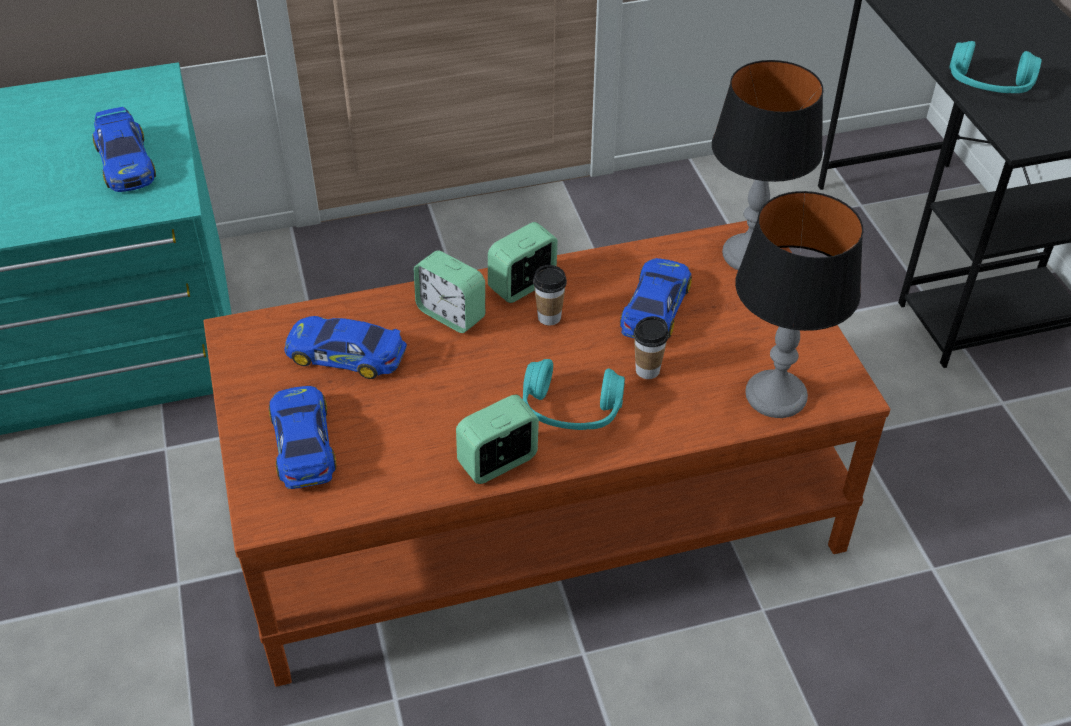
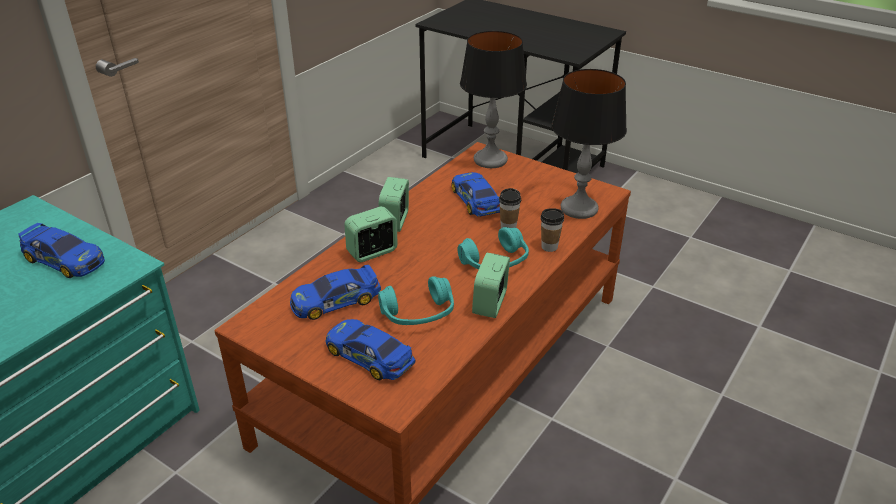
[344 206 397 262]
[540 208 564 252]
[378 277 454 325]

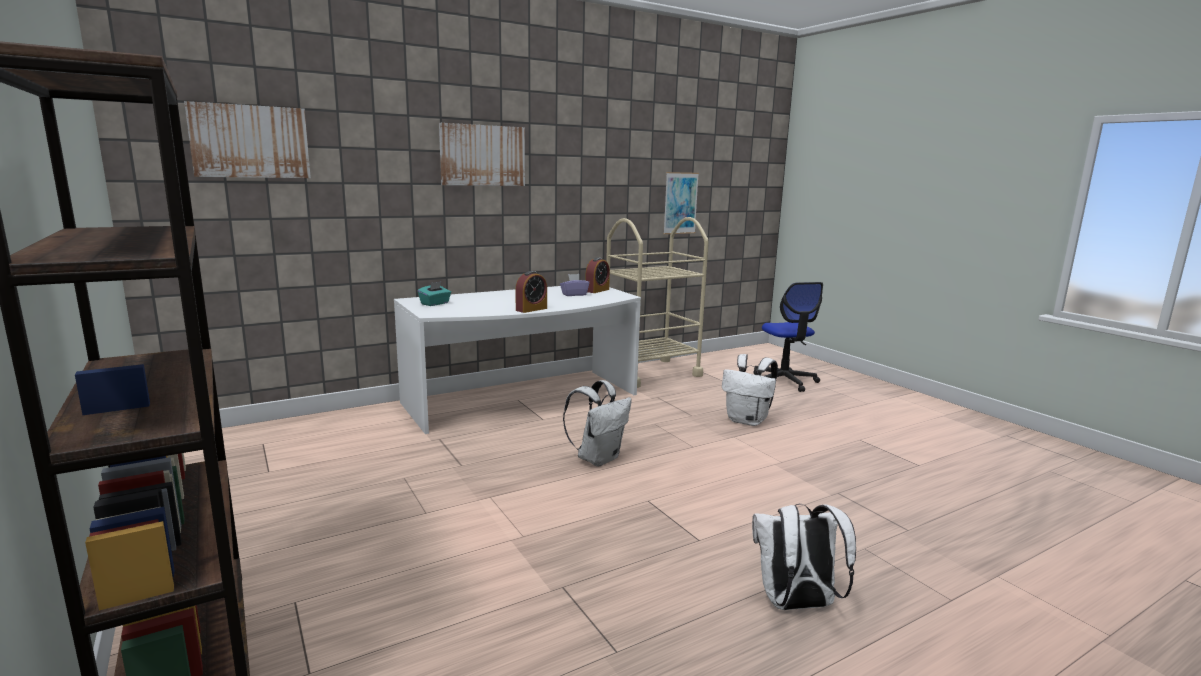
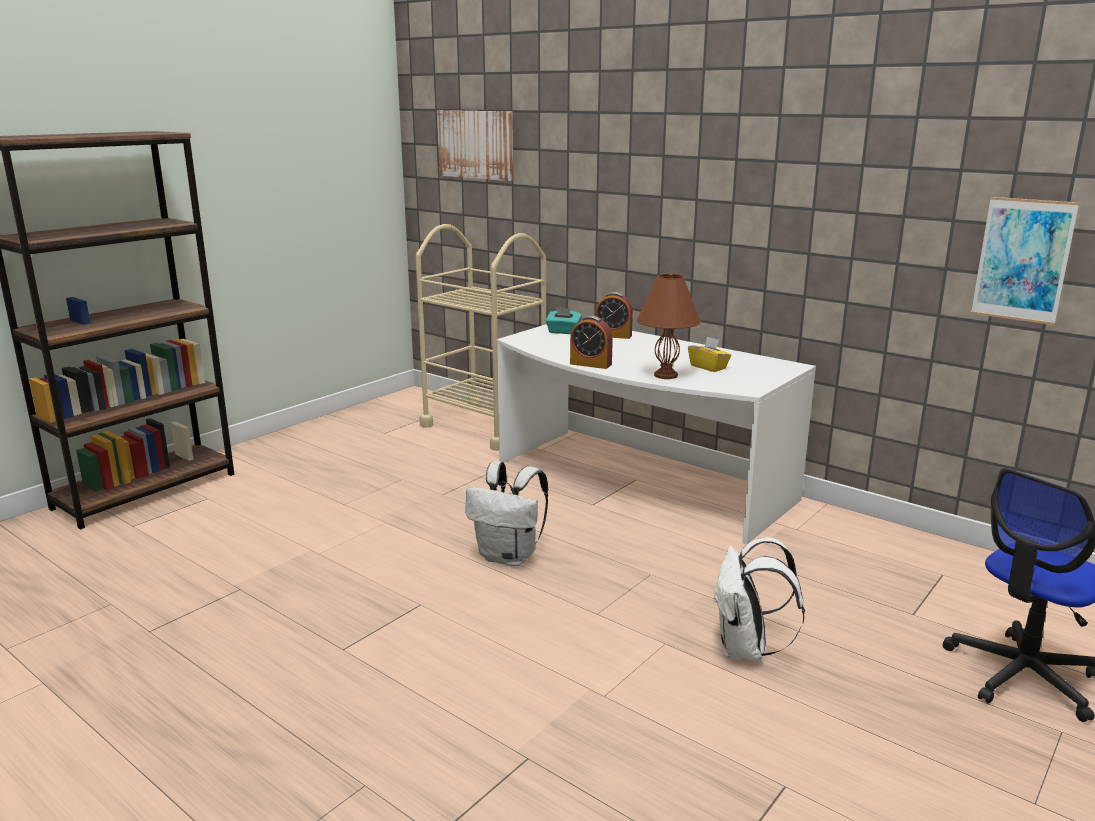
[439 123 525 186] (first image)
[688 336 731 372]
[595 292 633 339]
[415 224 546 451]
[752 504 856 610] (first image)
[637 274 701 379]

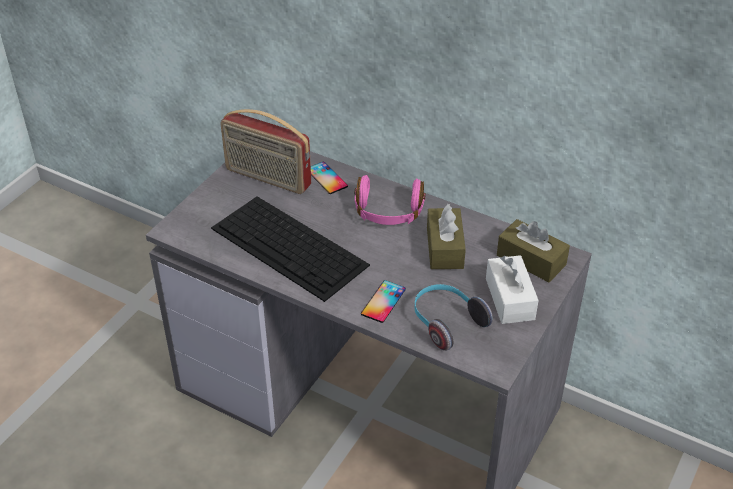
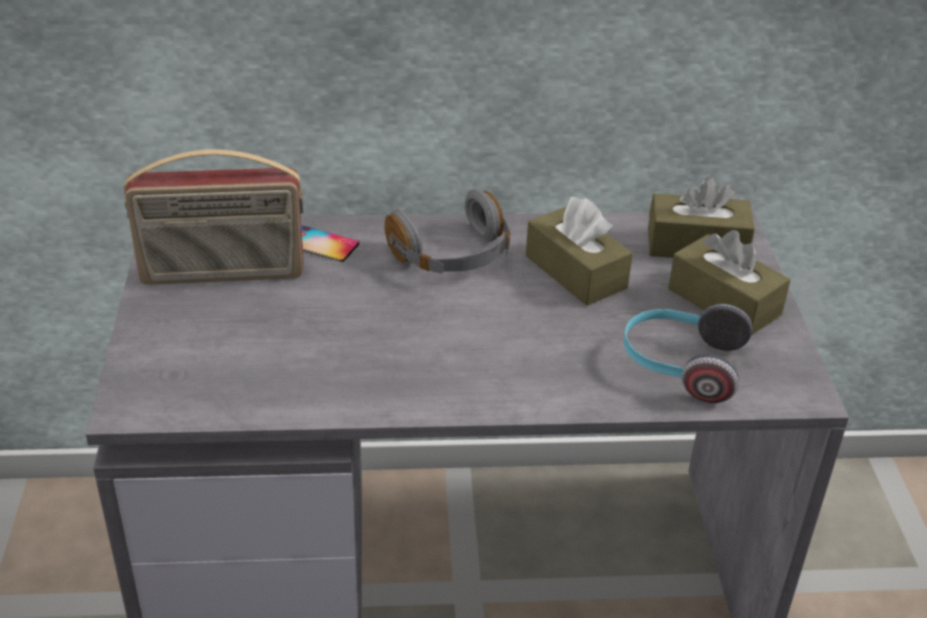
[211 196 370 302] (first image)
[385 189 510 274]
[361 280 406 323] (first image)
[668 230 790 336]

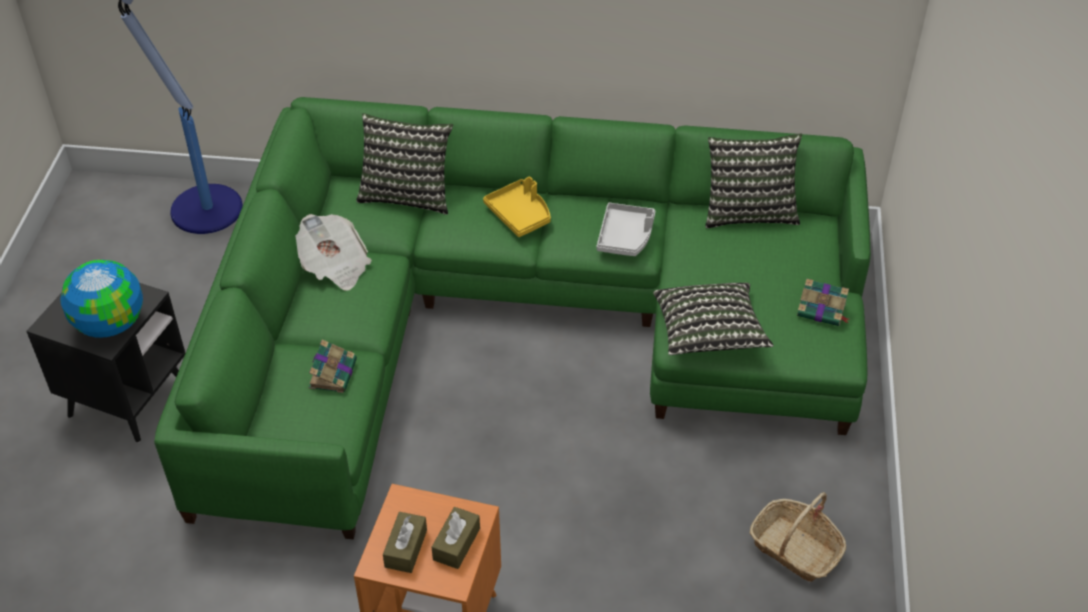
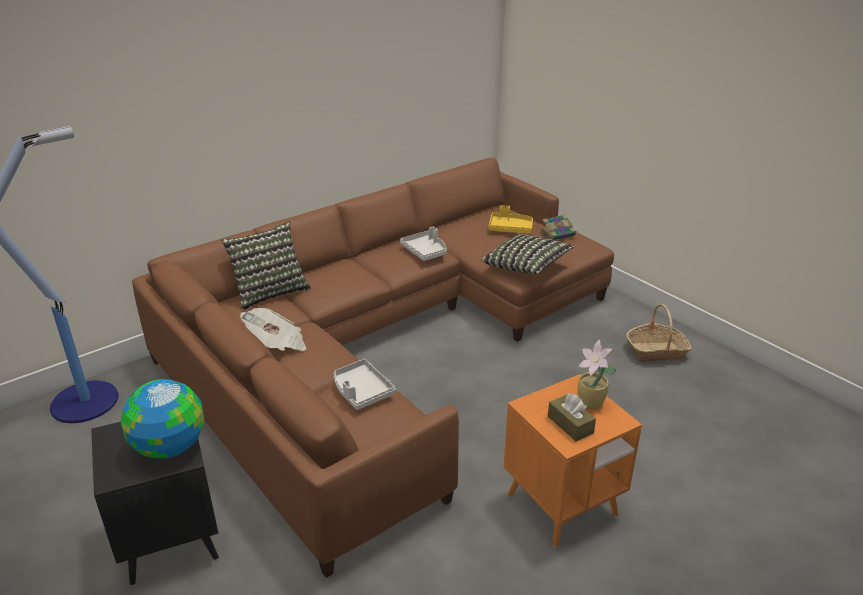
[132 158 614 578]
[334 359 396 410]
[577 340 617 409]
[488 205 533 234]
[705 133 802 228] (first image)

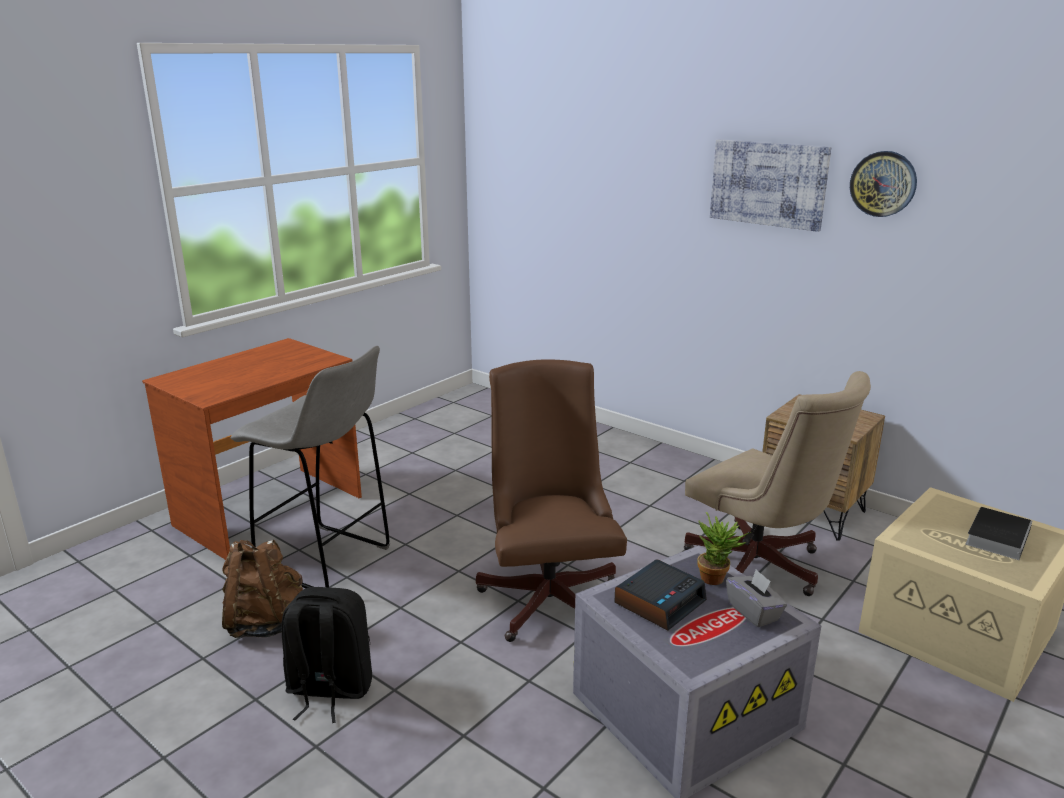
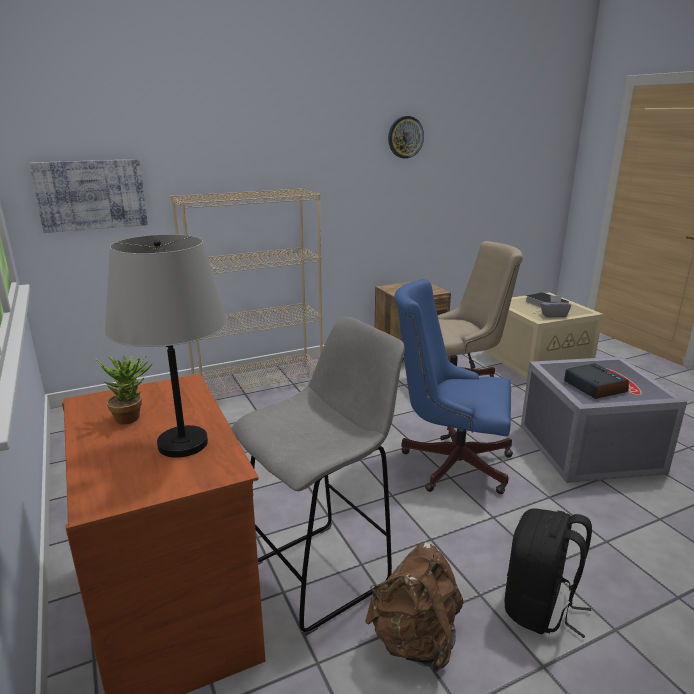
[395 279 513 494]
[94 355 153 424]
[29 159 148 233]
[540 295 571 317]
[105 234 227 458]
[171 188 323 395]

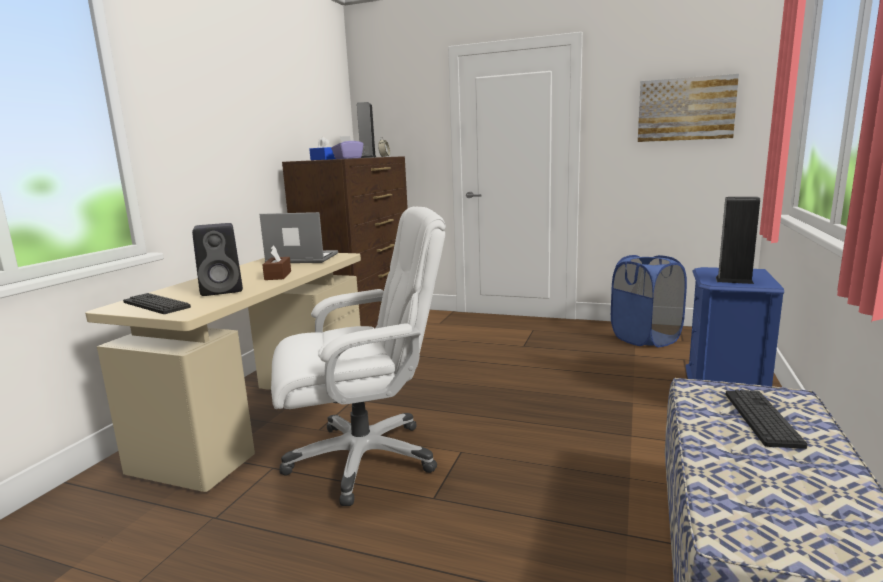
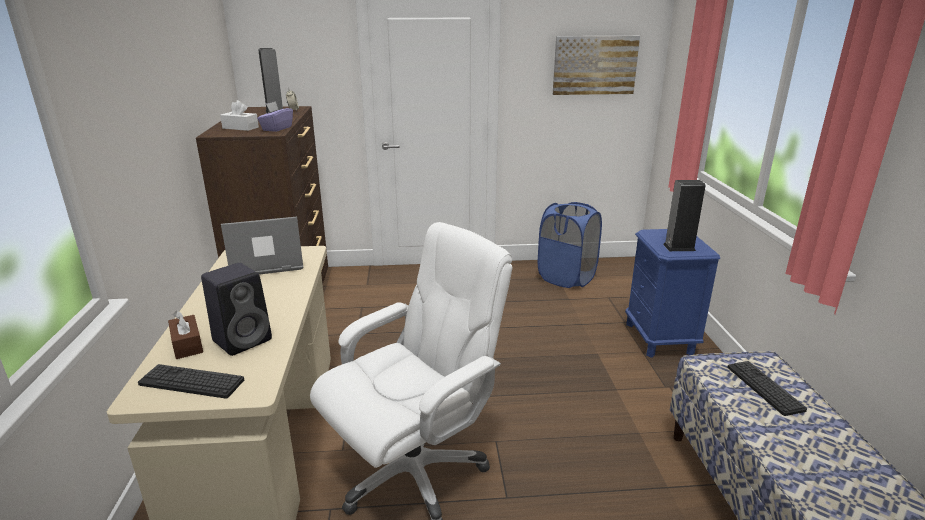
[168 310 203 359]
[220 100 259 131]

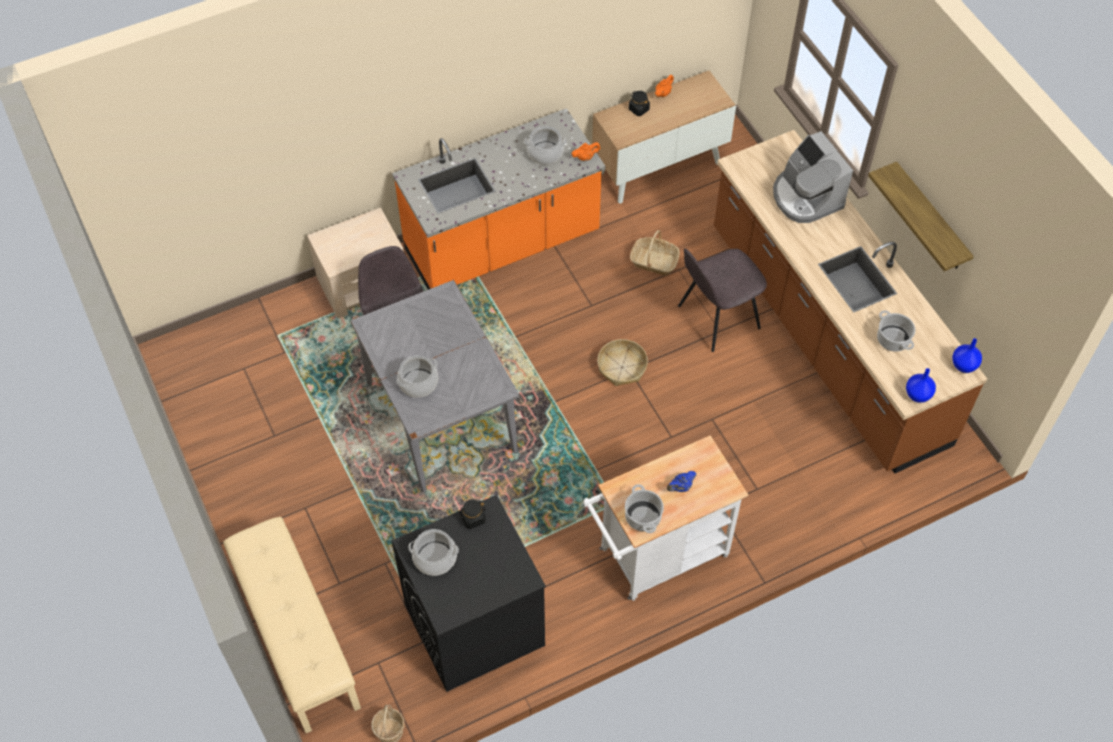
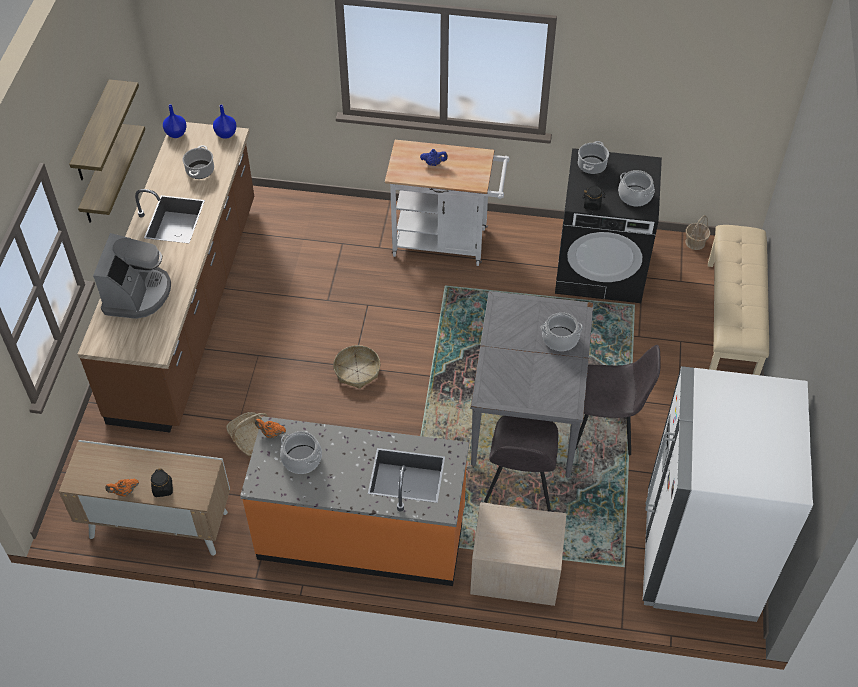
[578 141 609 174]
[575 345 661 456]
[69 80 139 180]
[643 366 813 622]

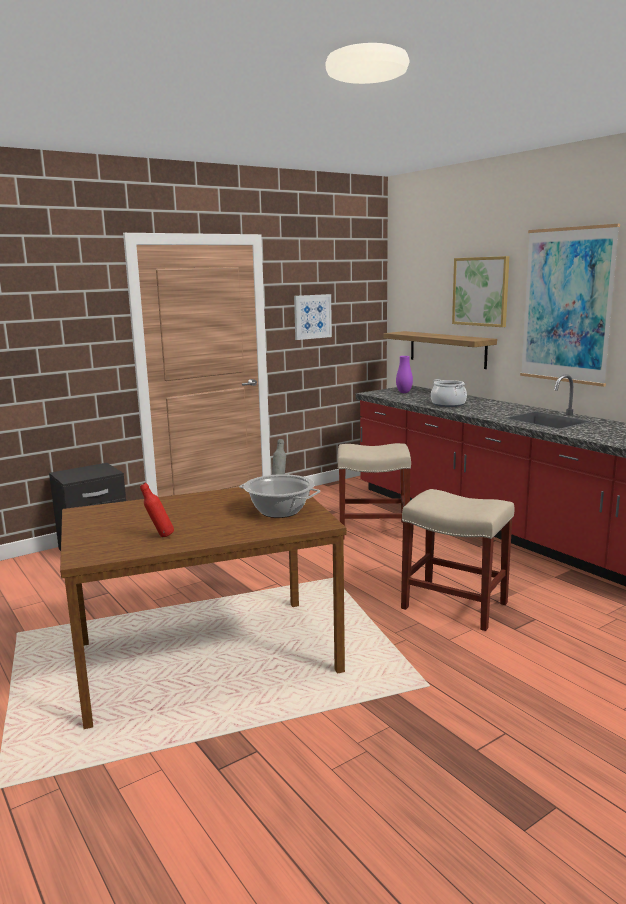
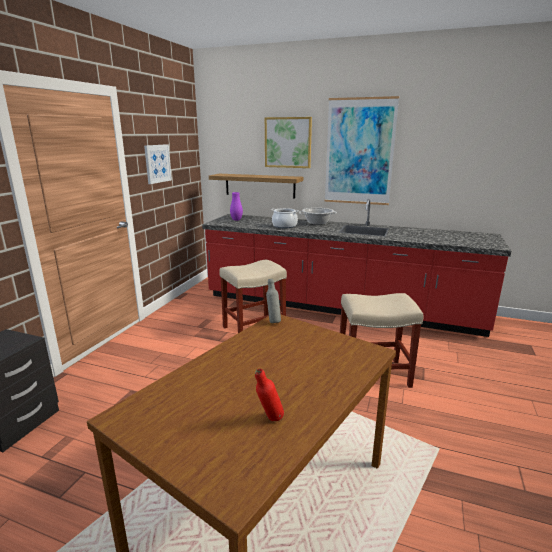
[299 208 337 225]

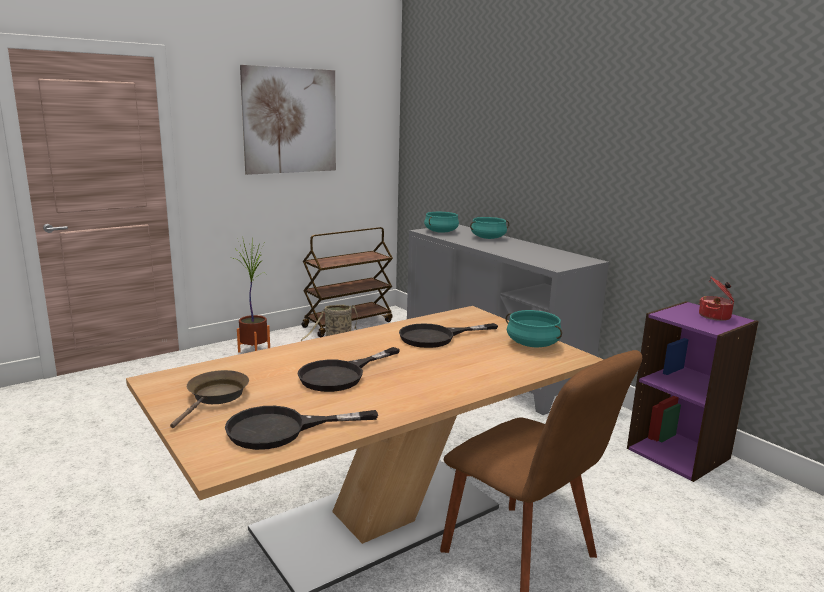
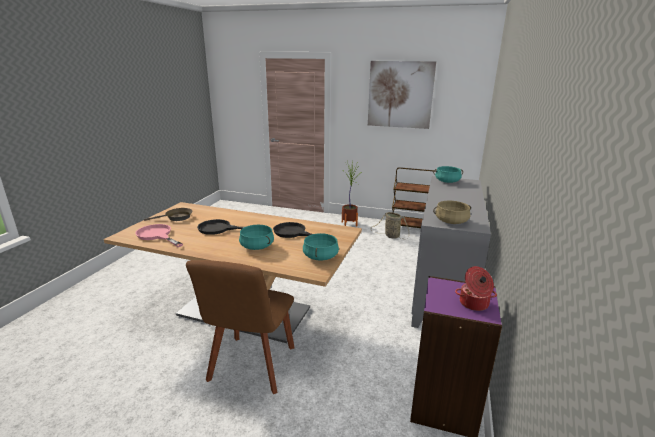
[135 224 183 247]
[239 225 274 250]
[433 201 471 224]

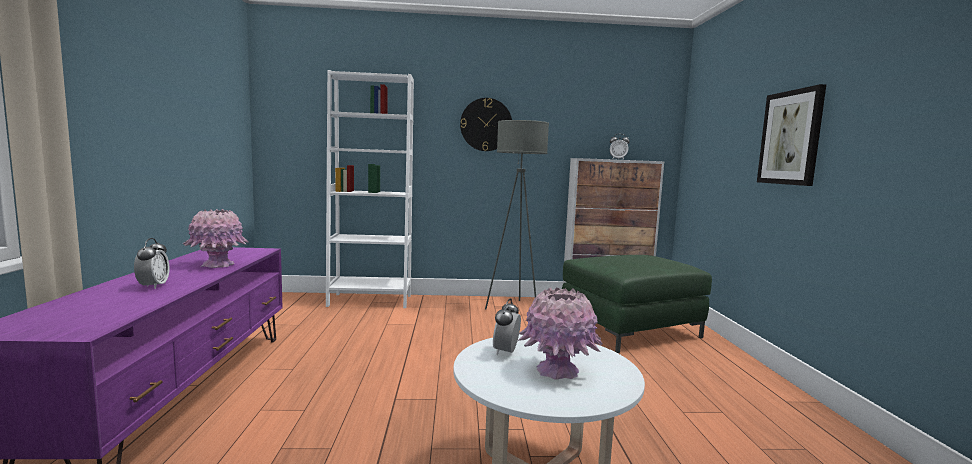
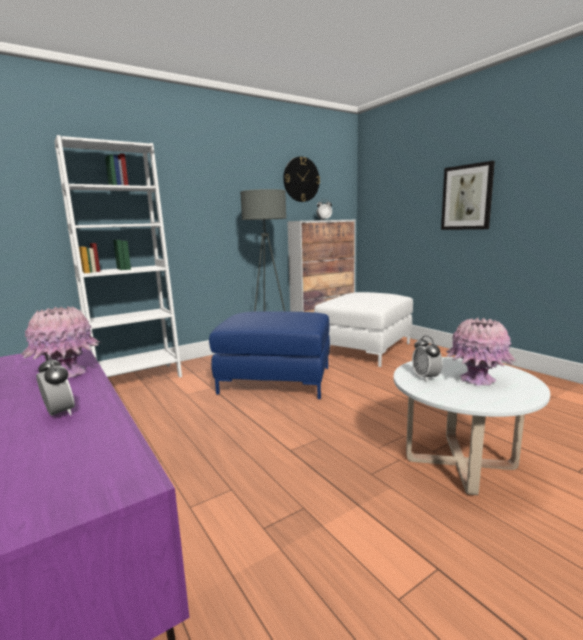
[283 156 320 202]
[314 292 413 367]
[209 311 330 399]

